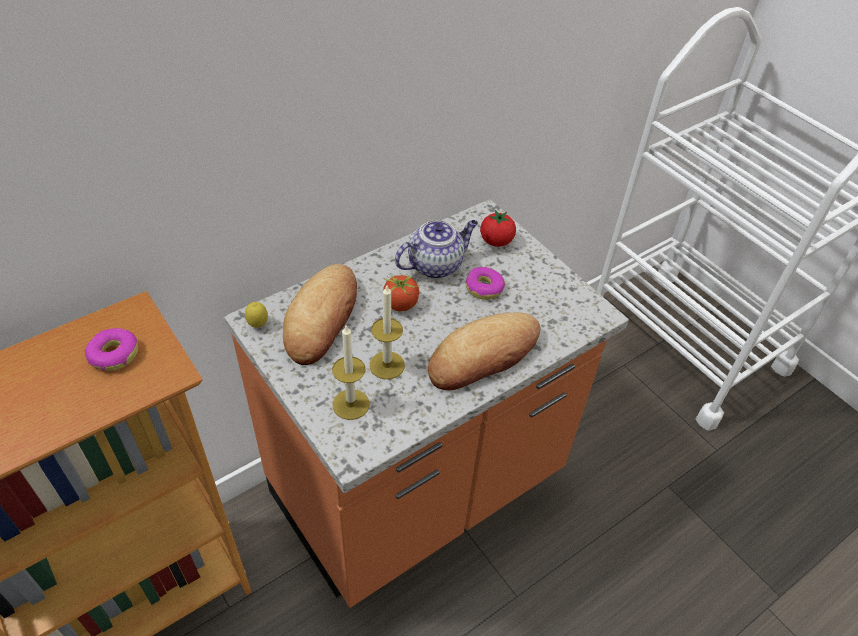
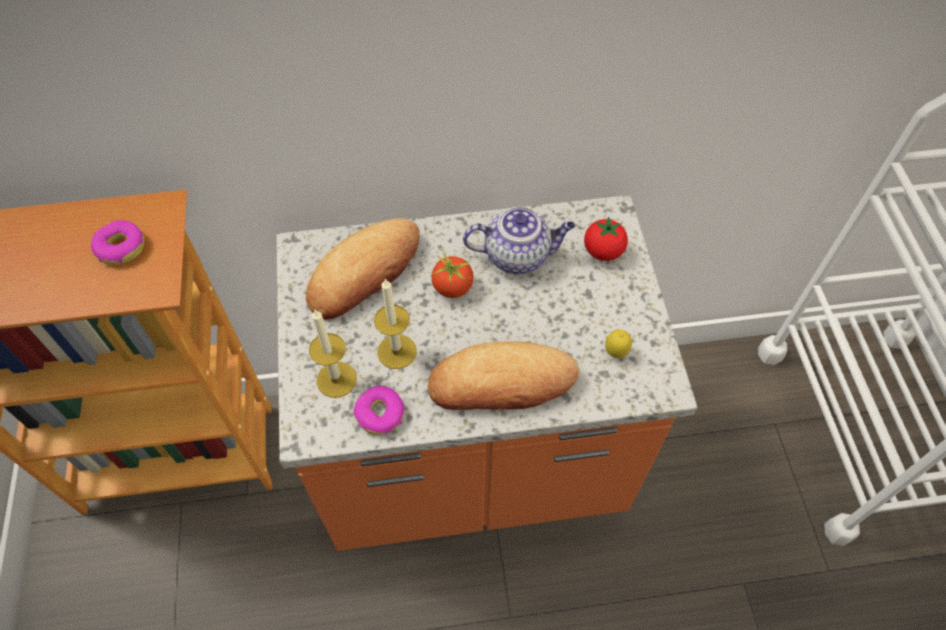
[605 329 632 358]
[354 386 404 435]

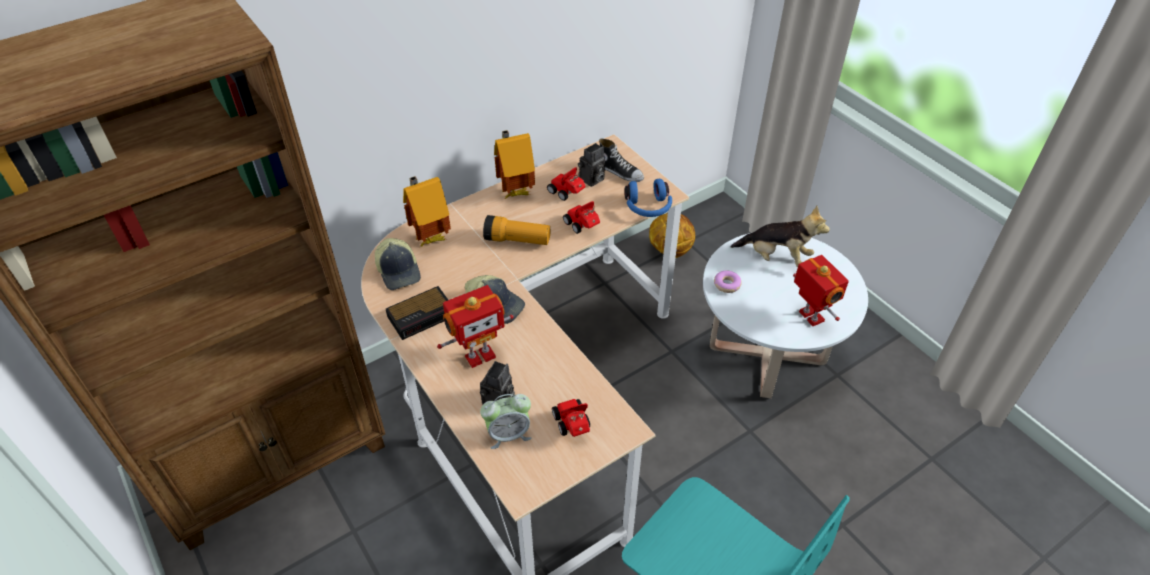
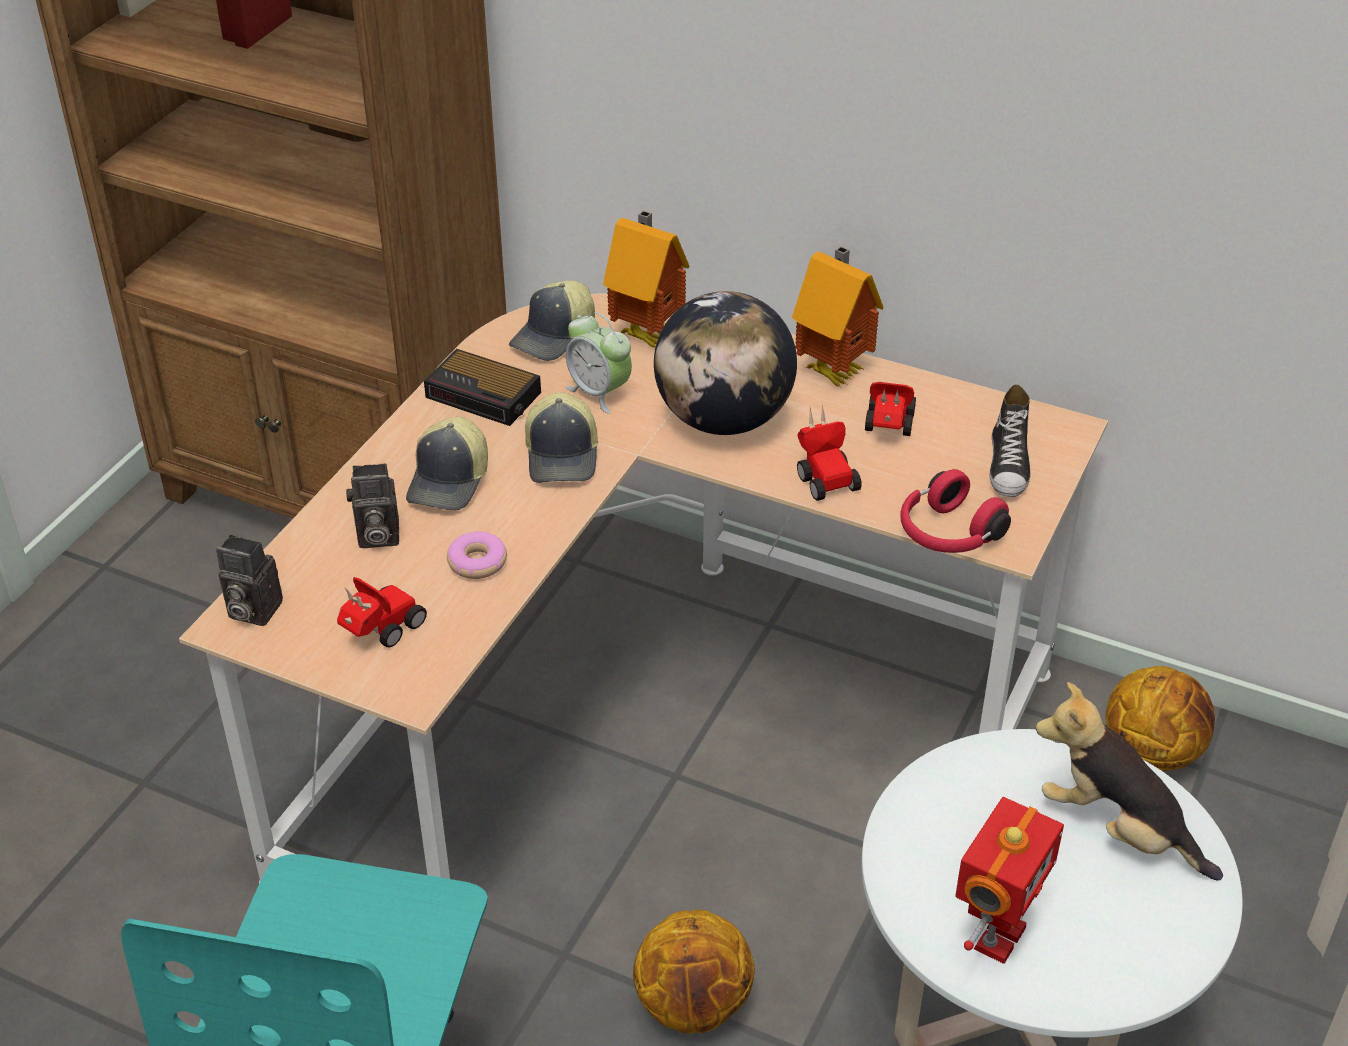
[406 417 488 510]
[566 312 632 413]
[654 291 797 435]
[797 405 862 501]
[216 535 283 626]
[900 469 1011 553]
[447 532 507 579]
[1035 682 1223 880]
[633 910 755 1034]

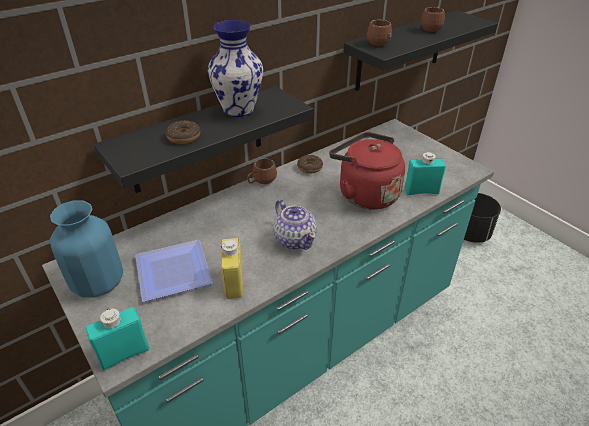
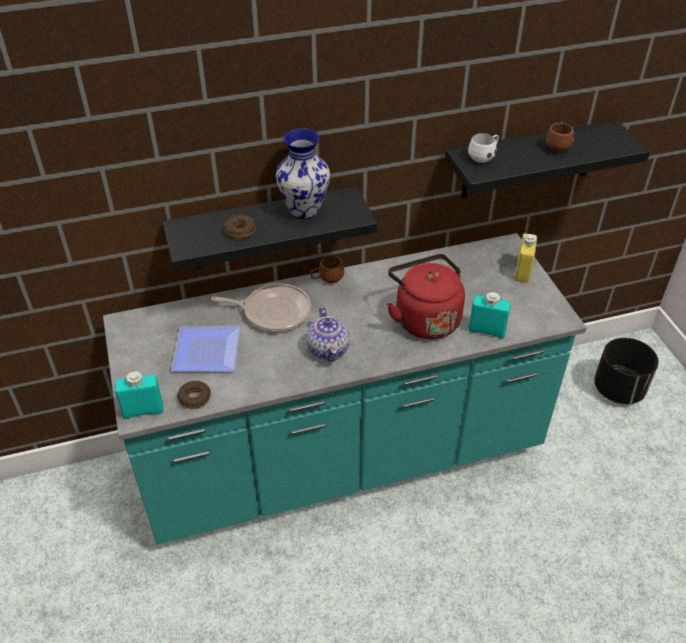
[50 200 123 297] (first image)
[515 233 537 283]
[177 381 211 409]
[468 133 499 163]
[211 284 311 332]

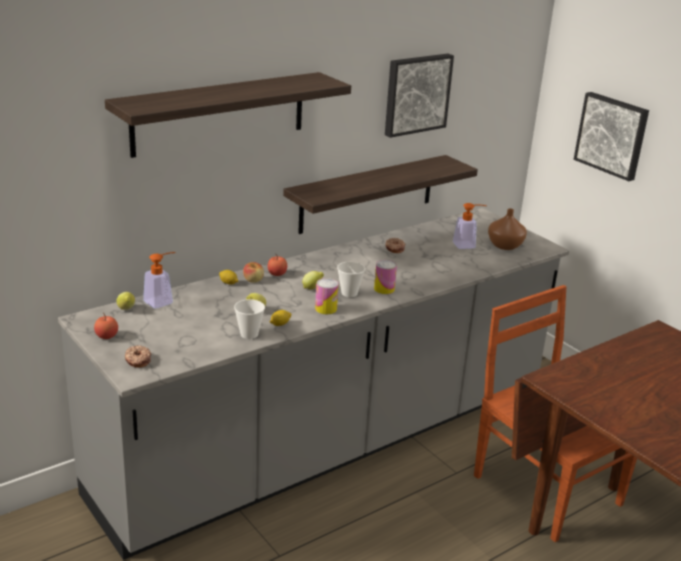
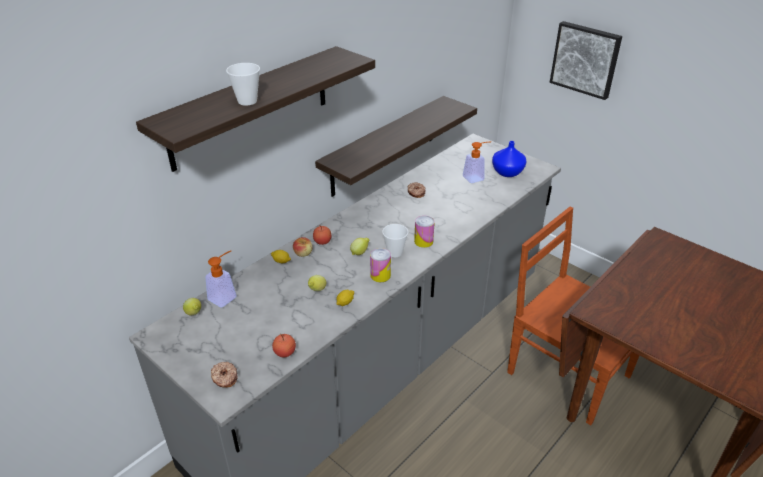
[272 334 296 357]
[226 63 260 106]
[385 54 454 138] (first image)
[492 141 527 177]

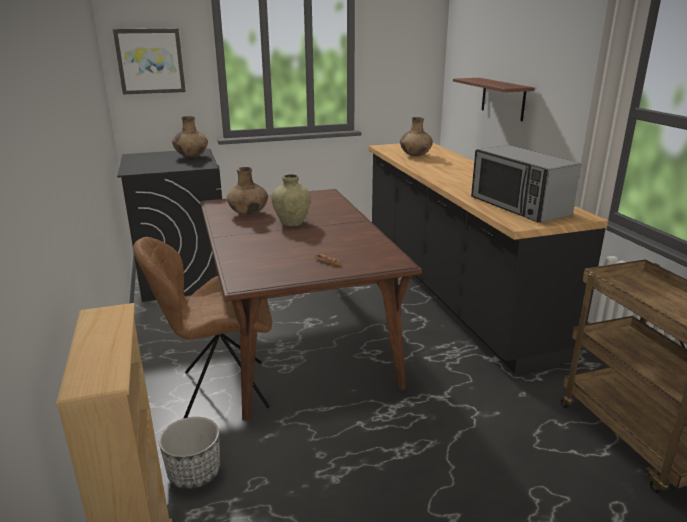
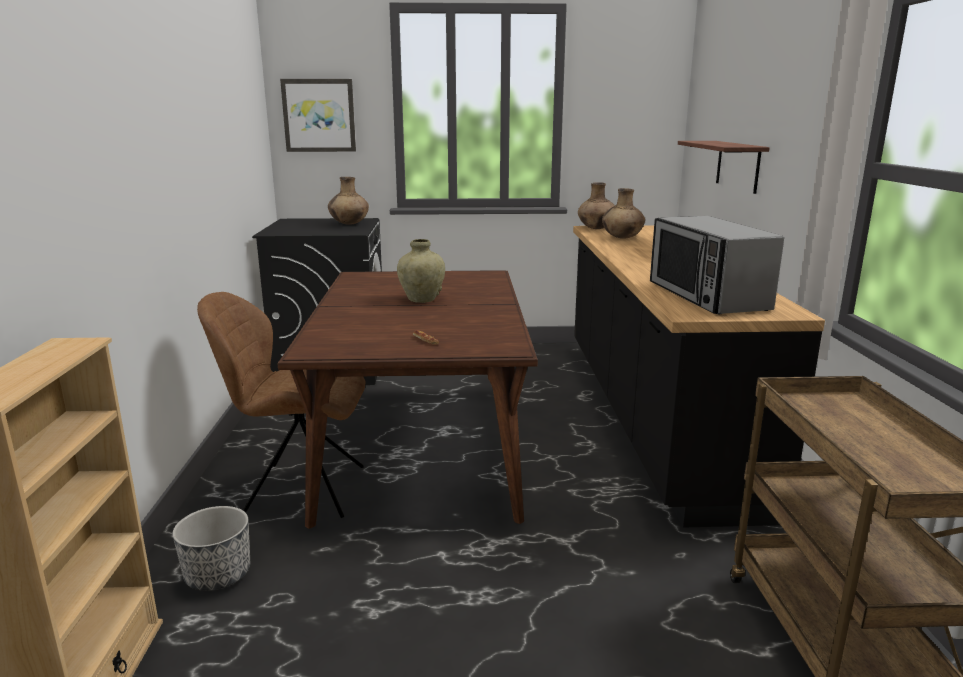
[578 182 615 229]

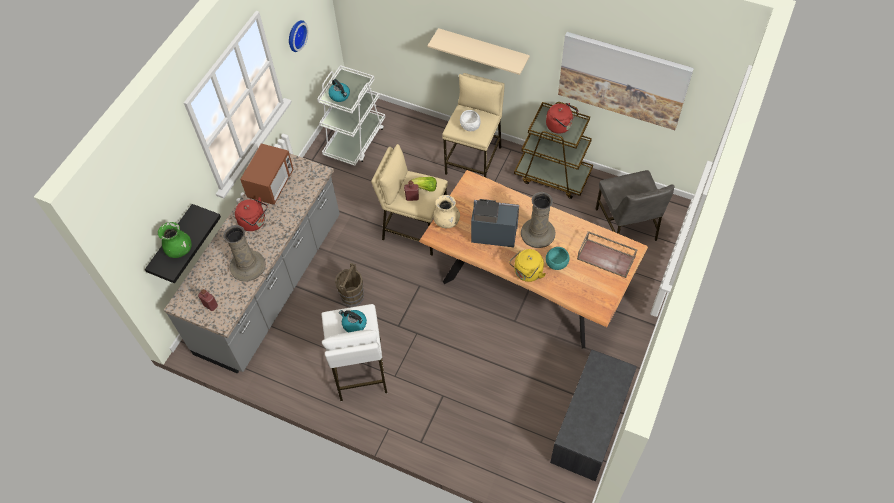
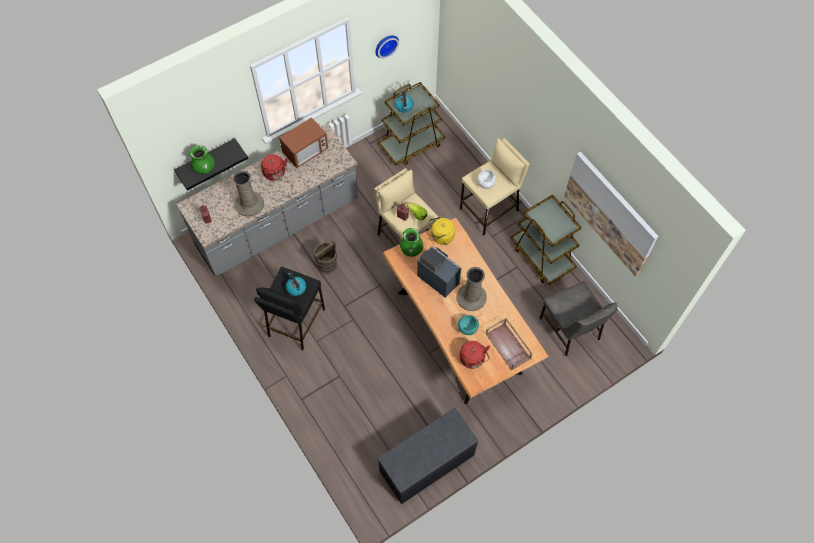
[378 82 445 165]
[254 267 325 350]
[427 28 530 75] (first image)
[400 228 423 257]
[428 217 455 245]
[460 341 490 369]
[540 281 617 356]

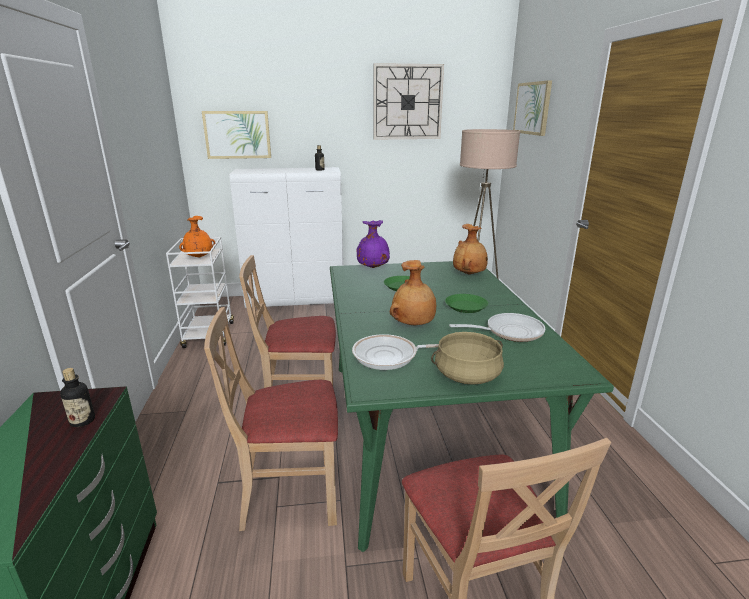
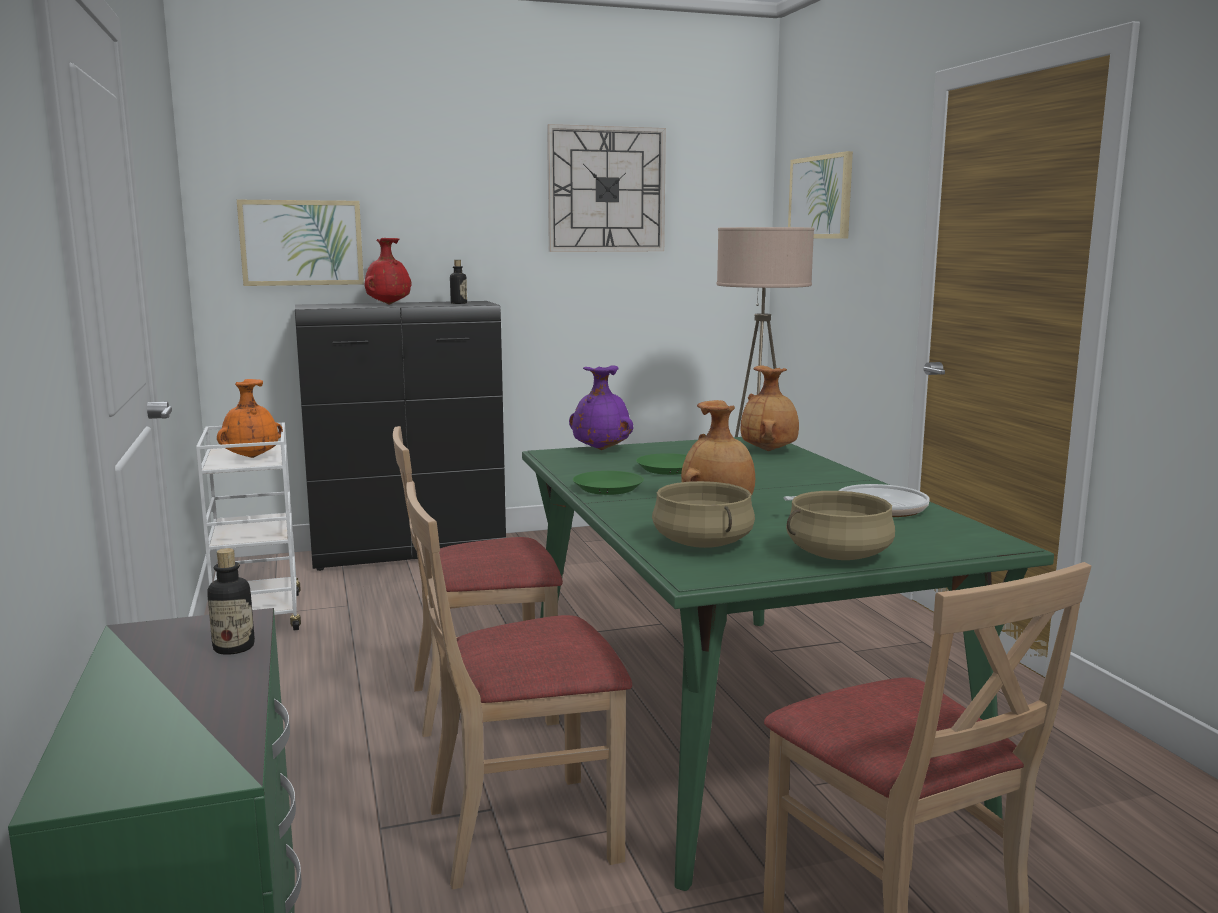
[295 301 506 571]
[652 481 755 548]
[573 471 644 495]
[365 238 412 304]

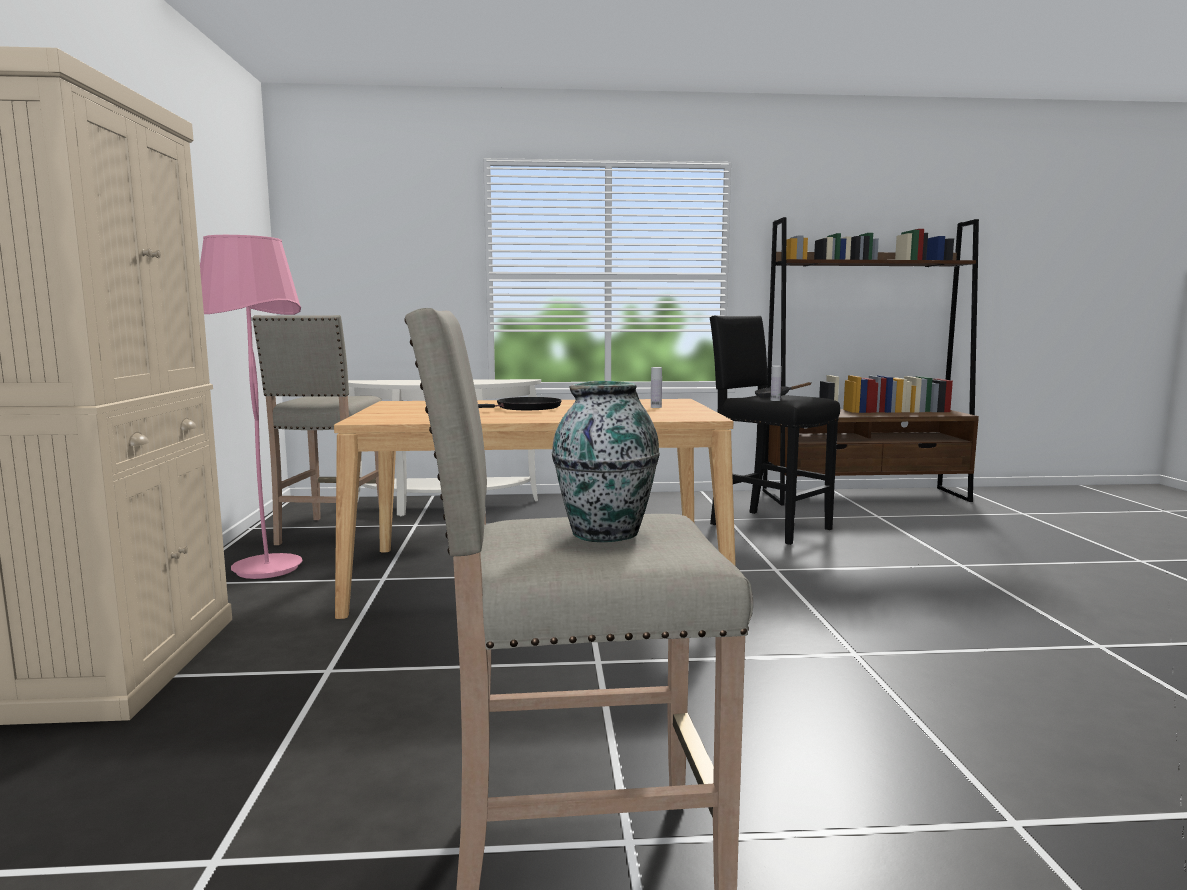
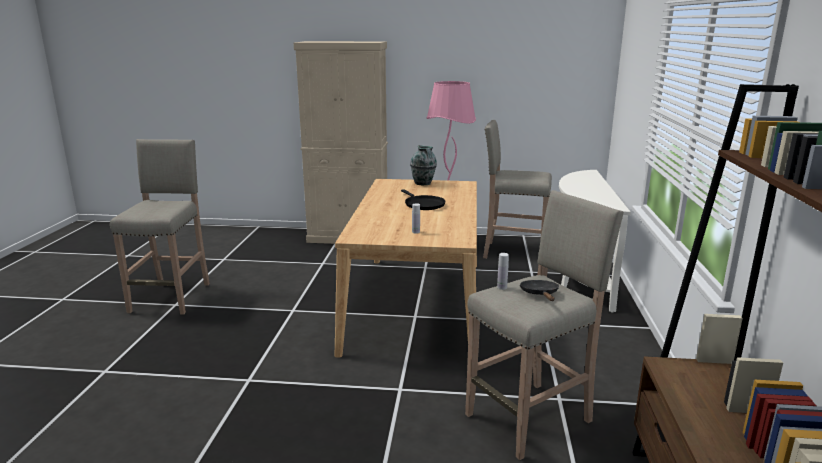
[410 145 437 185]
[465 190 624 460]

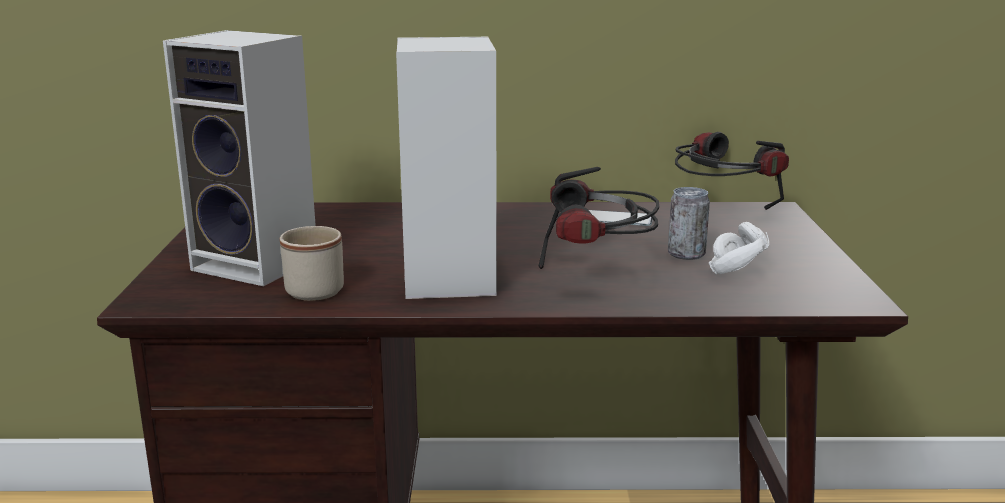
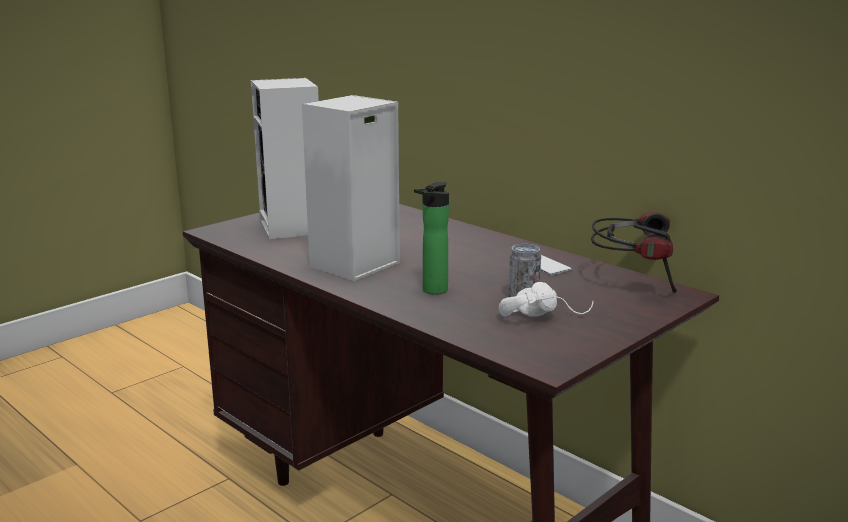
[280 226 344 301] (first image)
[414 182 449 295]

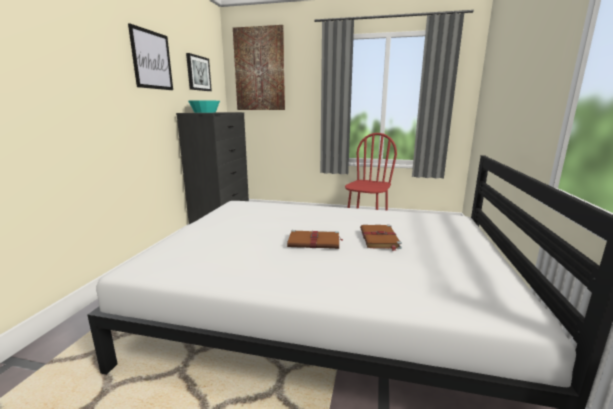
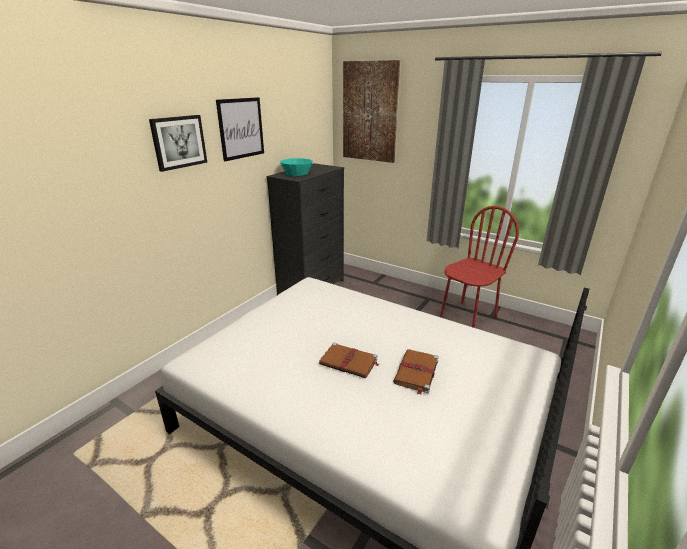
[149 115 207 172]

